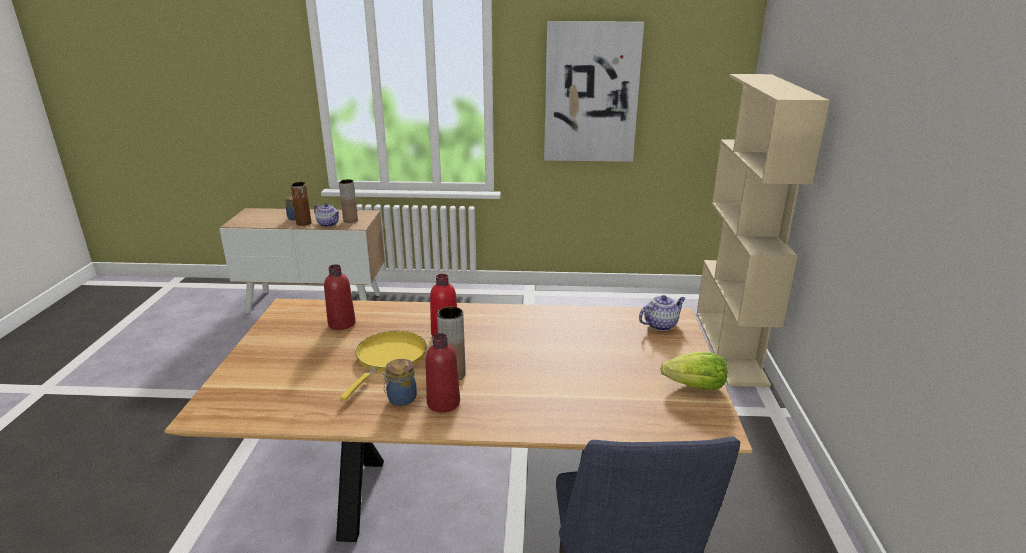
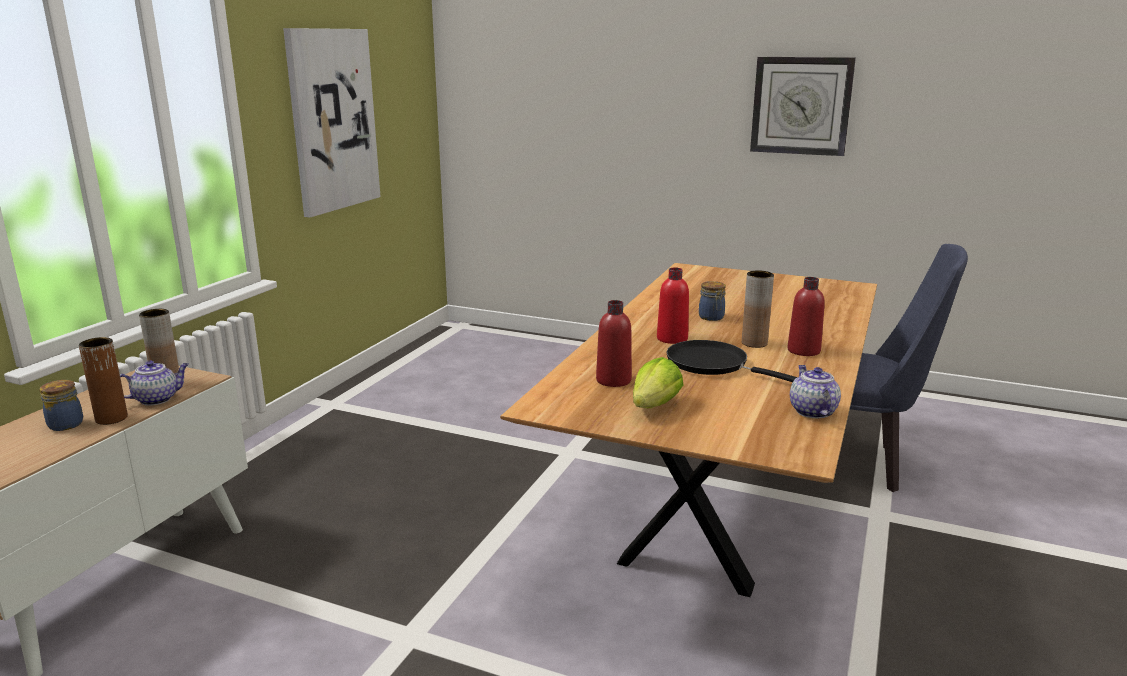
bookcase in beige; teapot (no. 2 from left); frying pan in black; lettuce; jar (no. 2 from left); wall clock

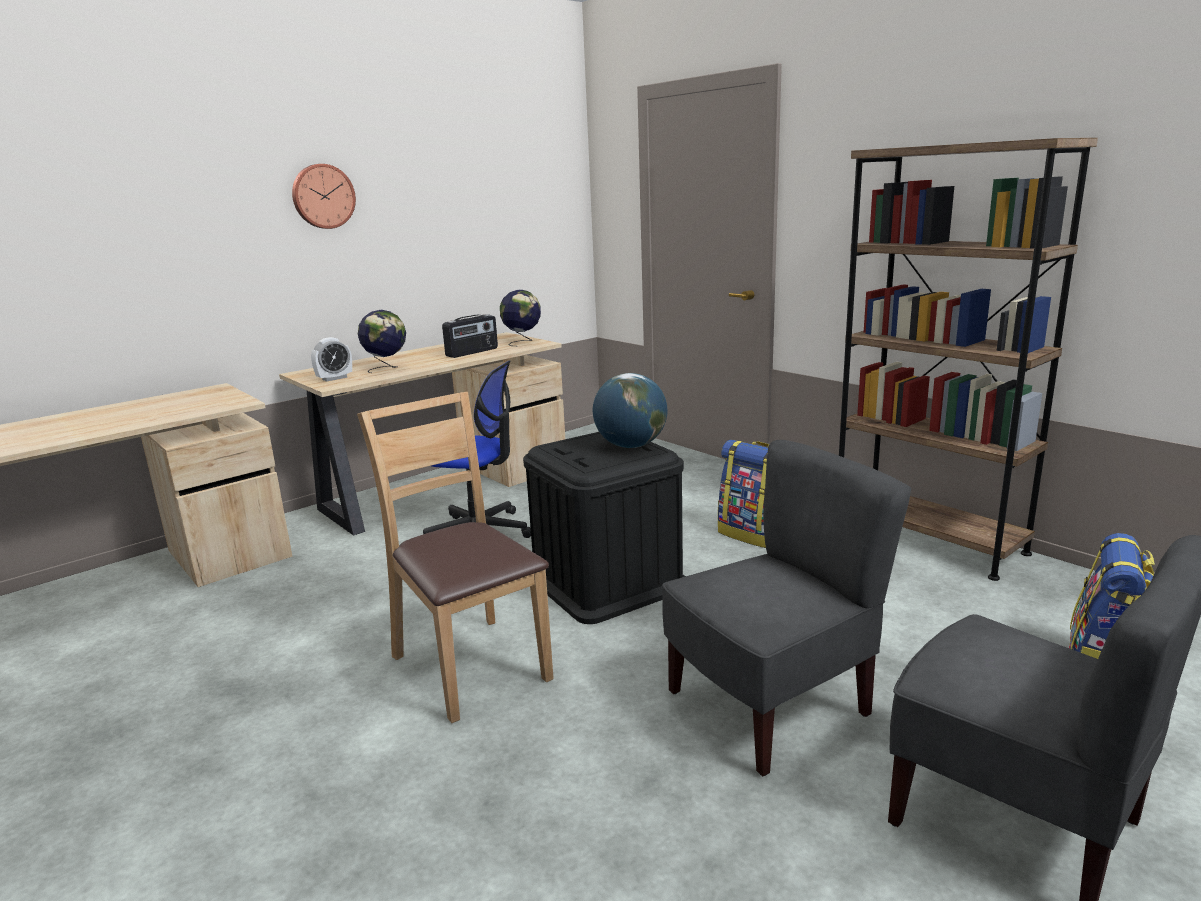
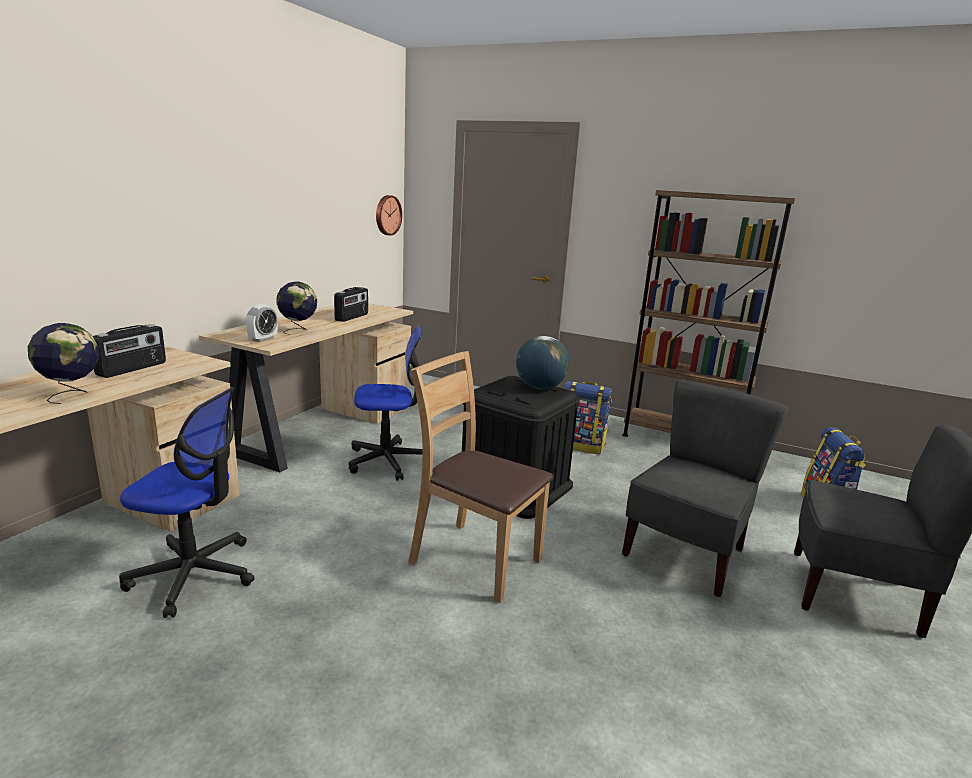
wall clock; globe (no. 1 from left); radio (no. 1 from left); office chair (no. 1 from left)

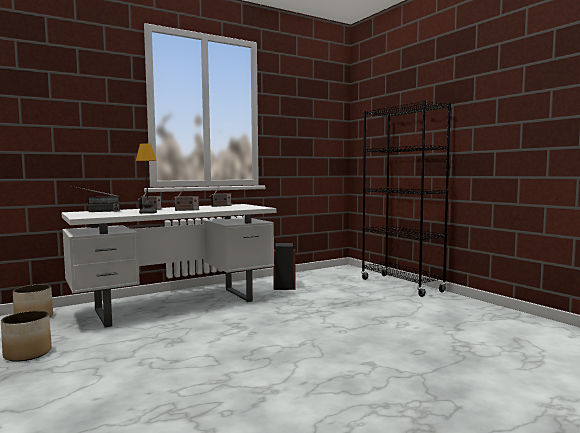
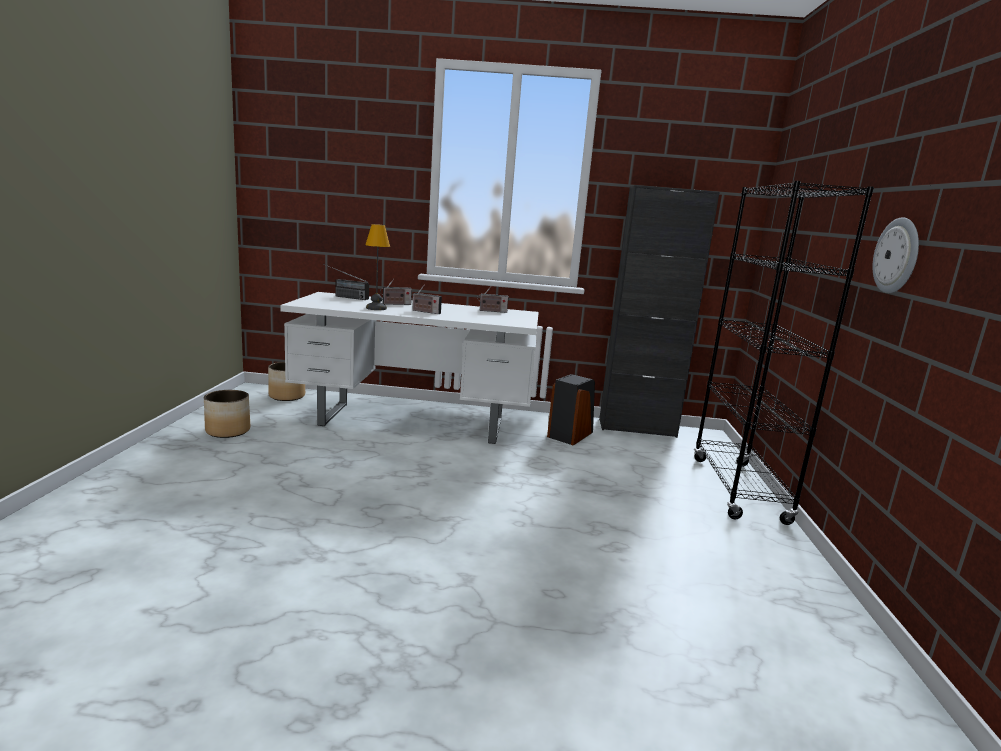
cabinet in black; wall clock

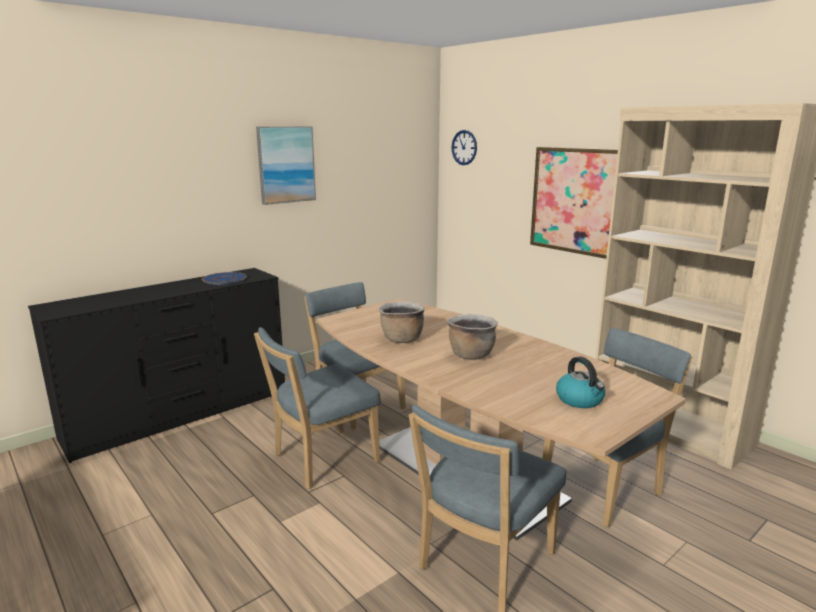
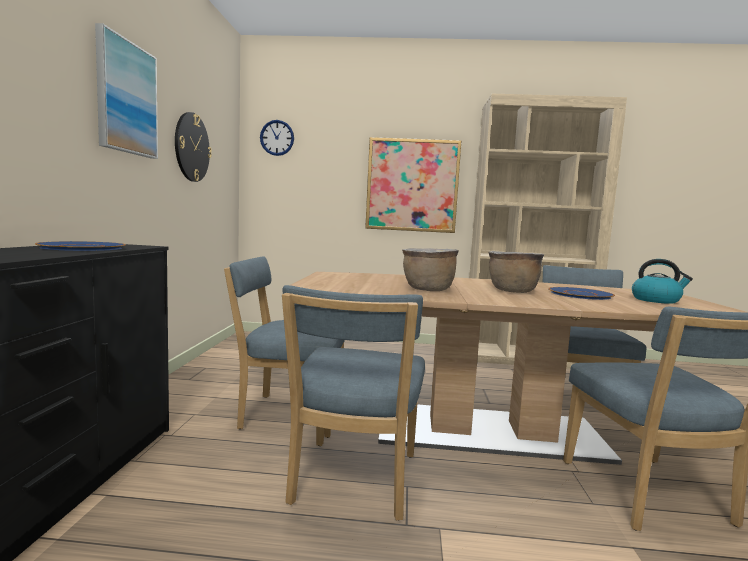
wall clock (no. 1 from left); plate in blue (no. 2 from left)

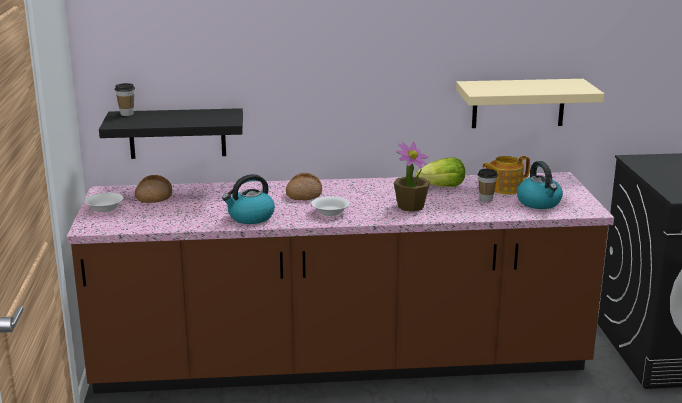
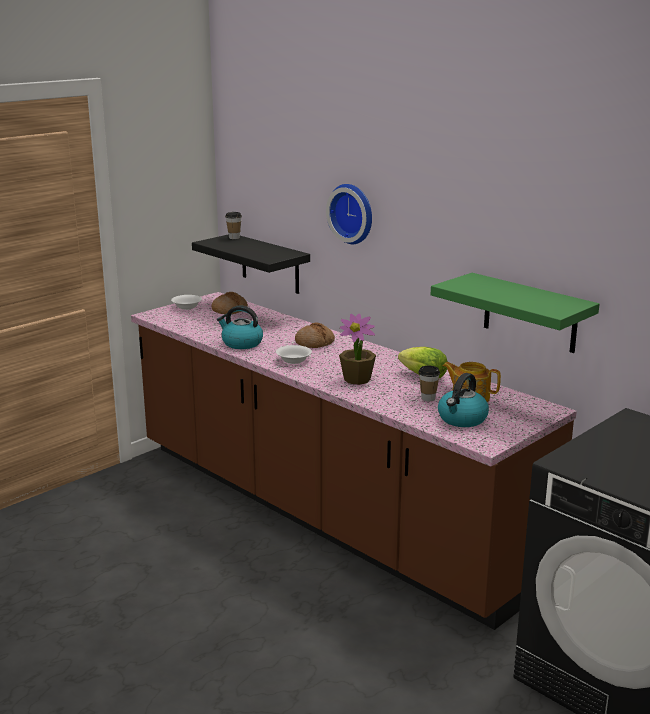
shelf in green; wall clock

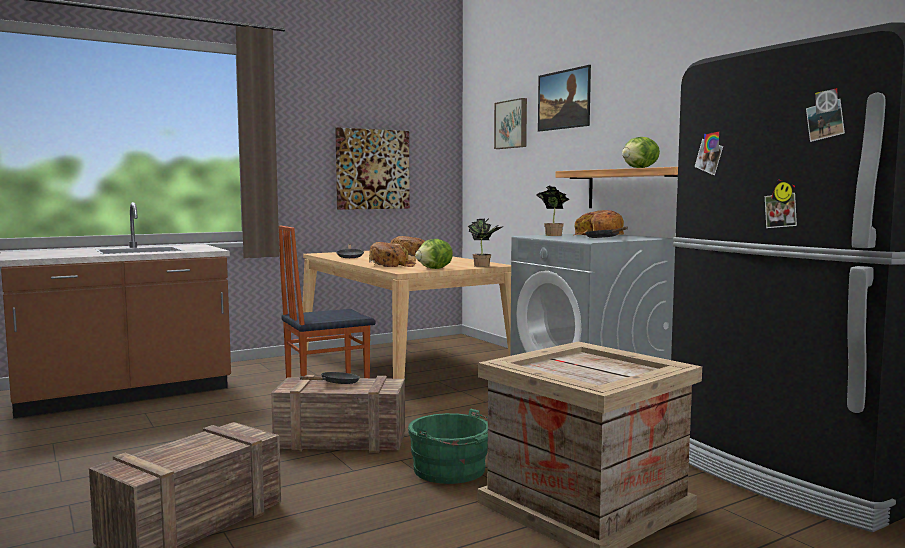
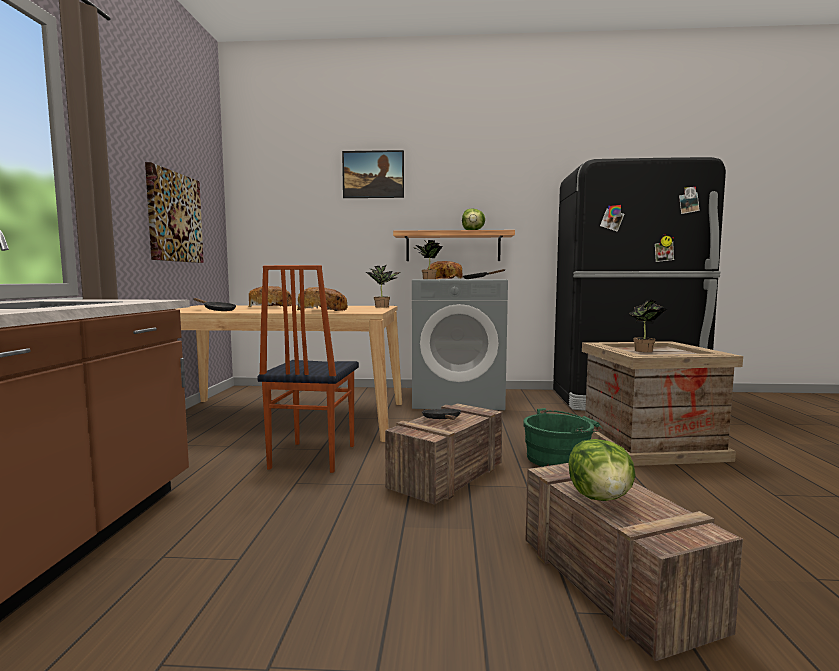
picture (no. 2 from left in the first image); lettuce (no. 2 from left); potted plant (no. 3 from left)

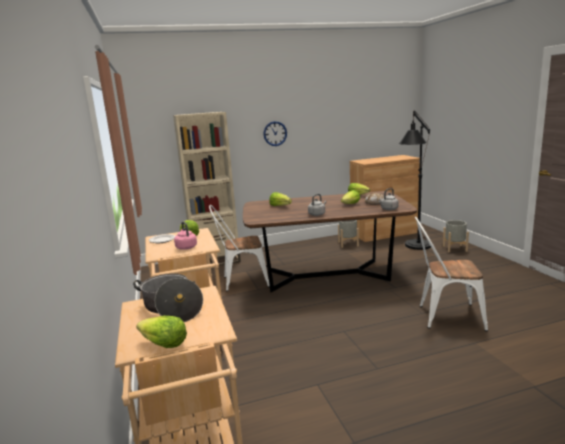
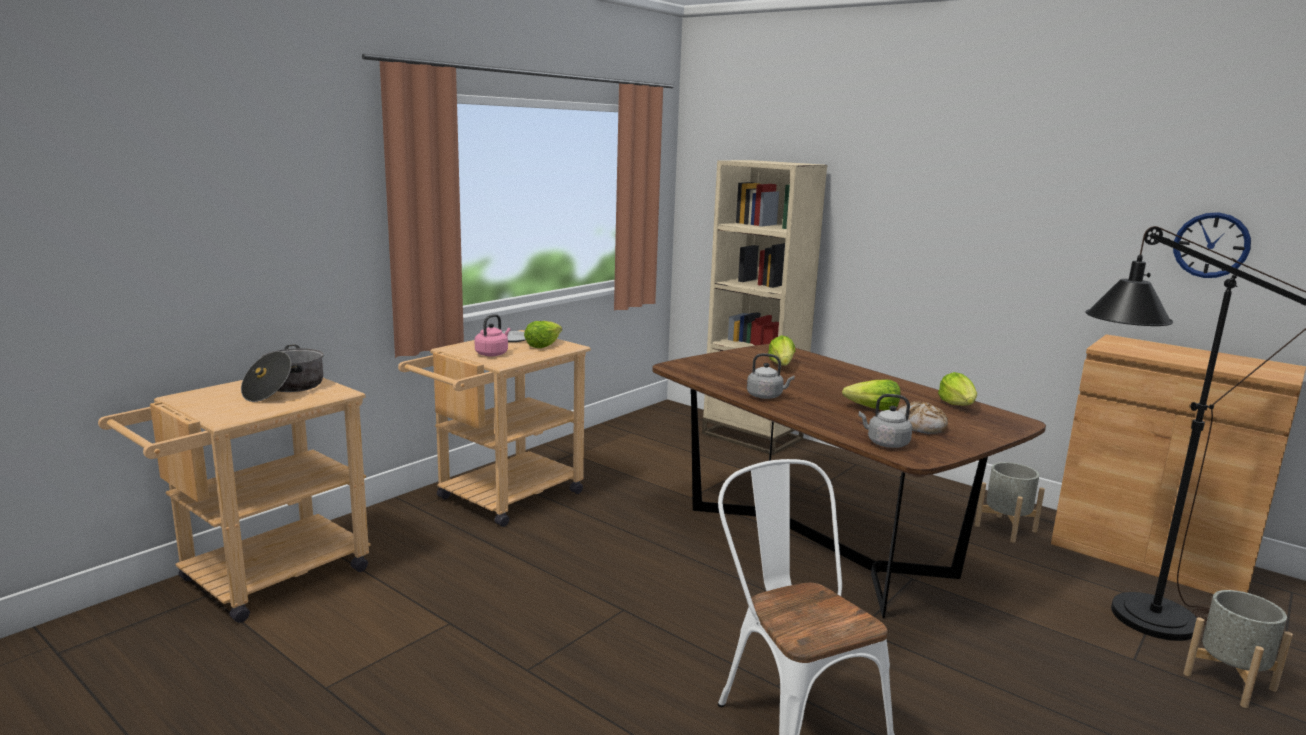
wall clock; chair in white (no. 1 from left in the first image); lettuce (no. 1 from left in the first image)

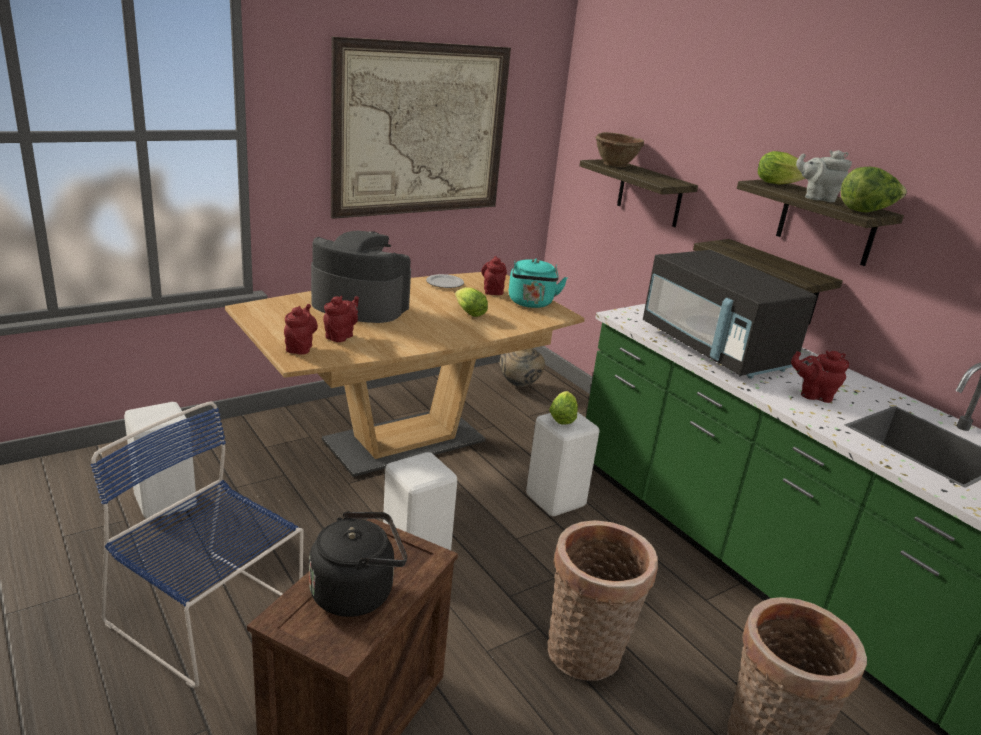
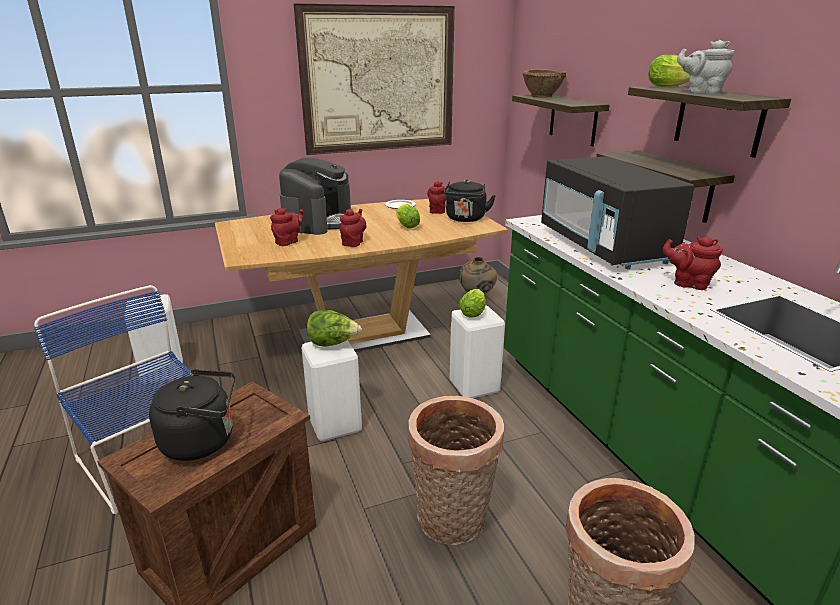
lettuce (no. 1 from left); coffee machine; kettle in black (no. 2 from left); teapot in red (no. 2 from left)

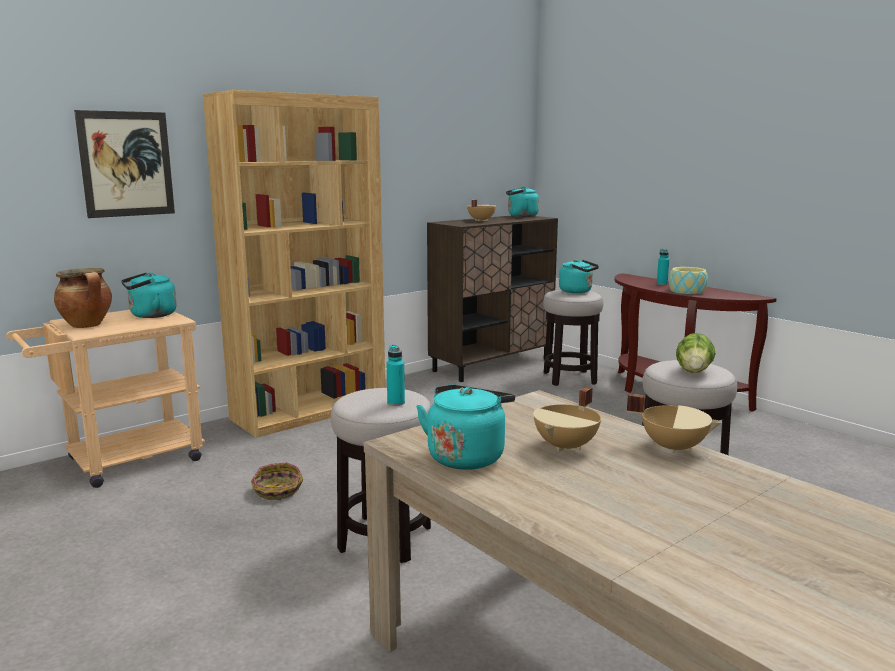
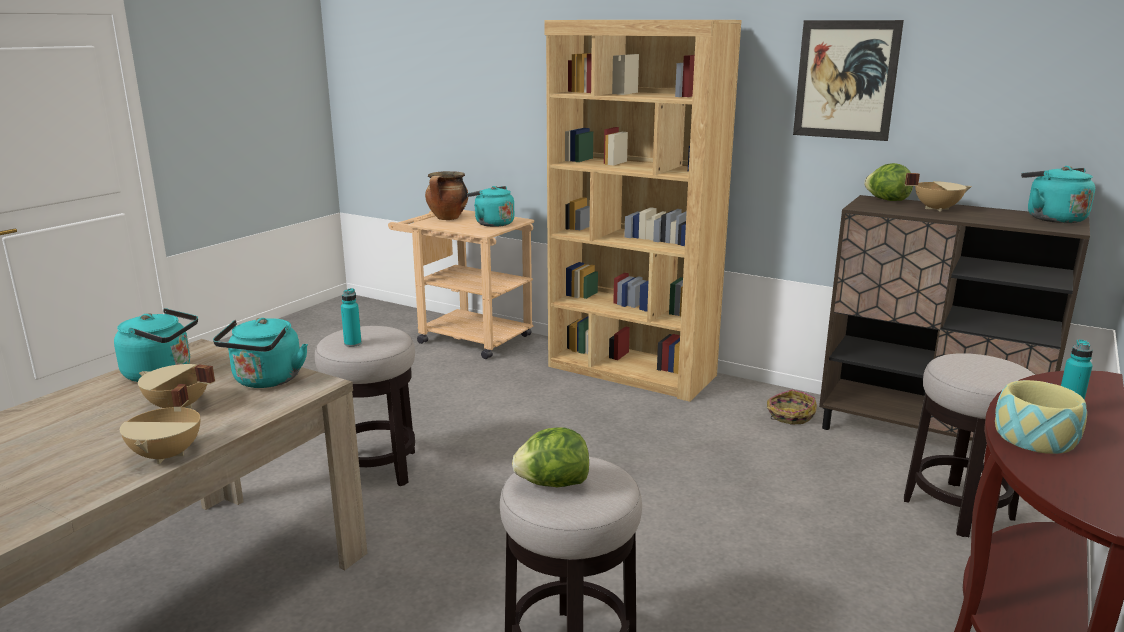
picture; kettle in turquoise (no. 2 from left); basket; lettuce (no. 2 from left)

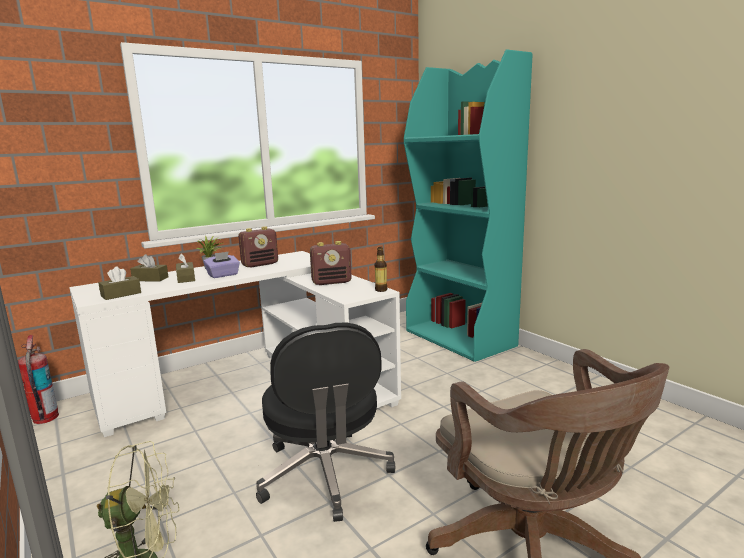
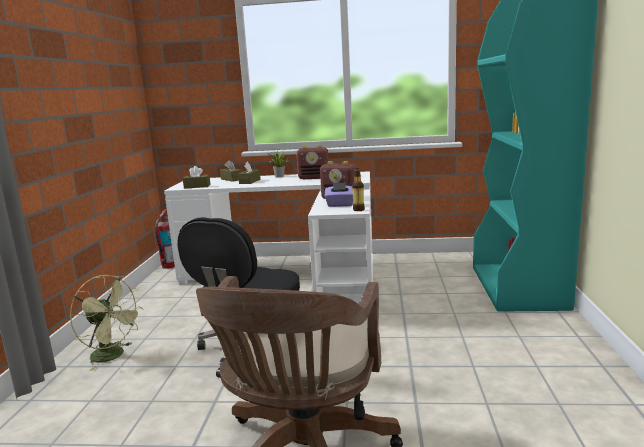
tissue box in purple

